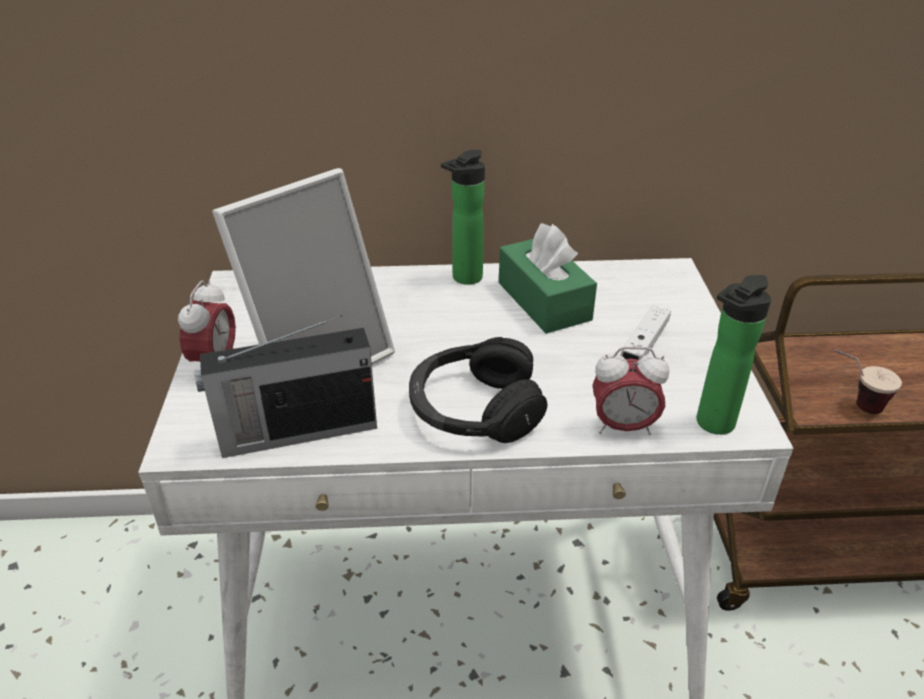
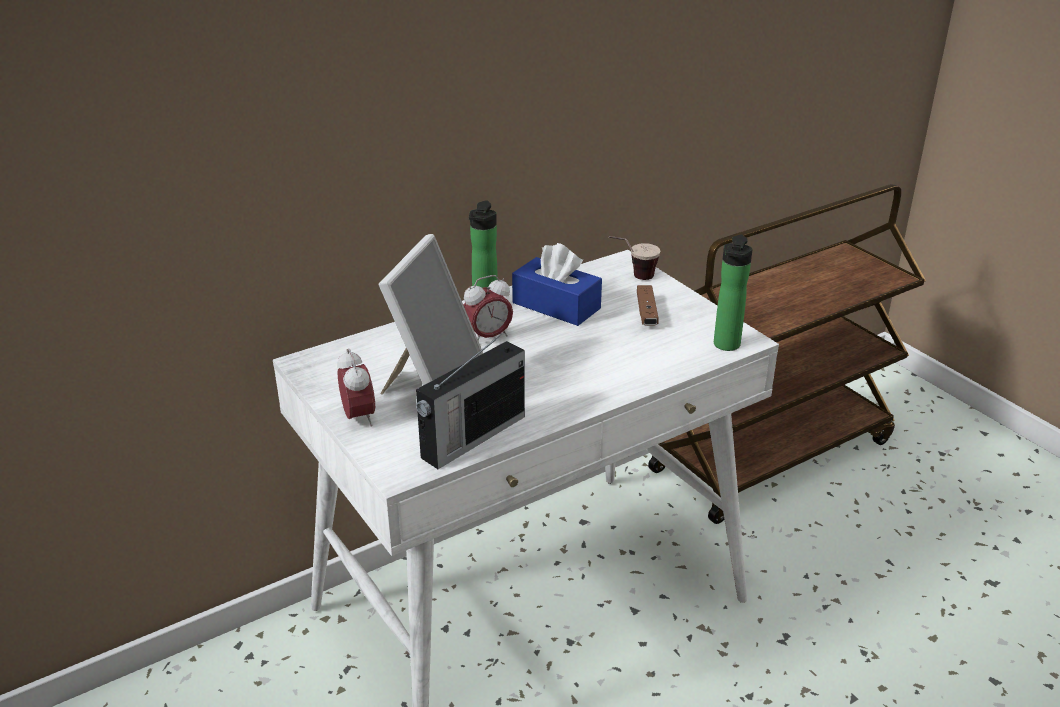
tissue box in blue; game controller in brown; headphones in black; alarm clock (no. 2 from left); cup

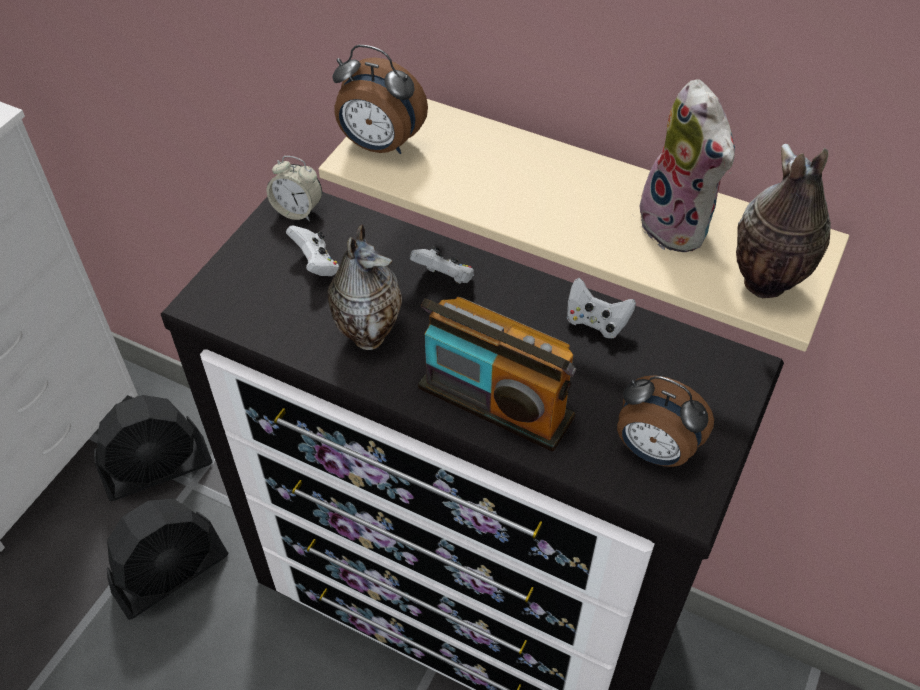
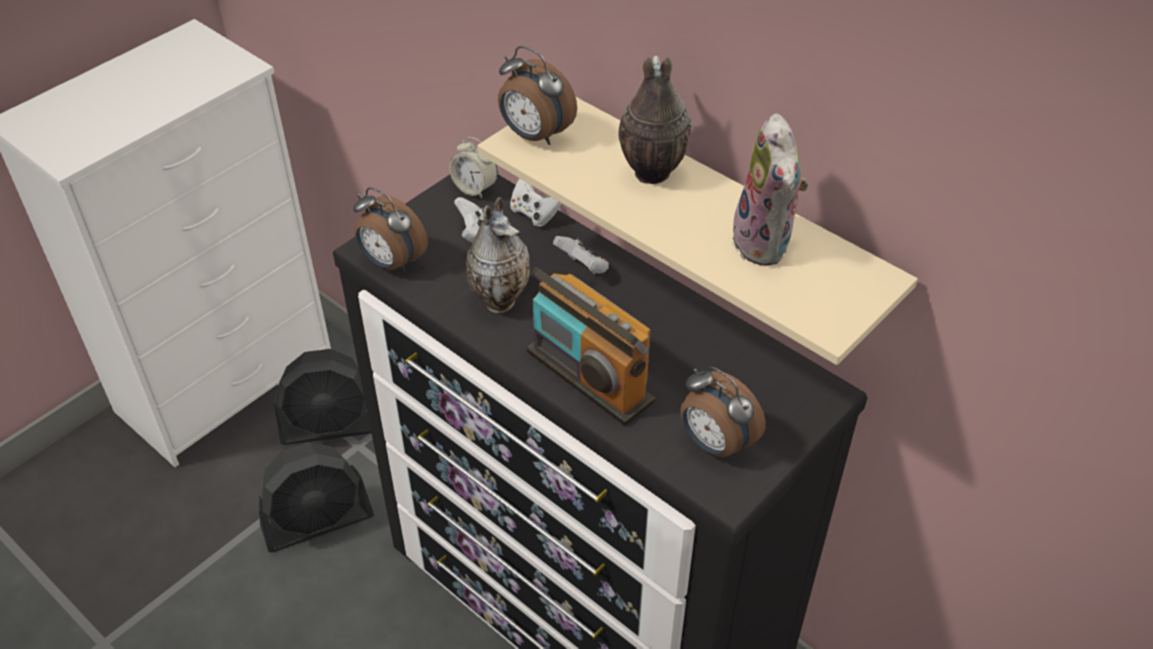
vase (no. 2 from left); game controller in white (no. 2 from left); alarm clock (no. 1 from left)

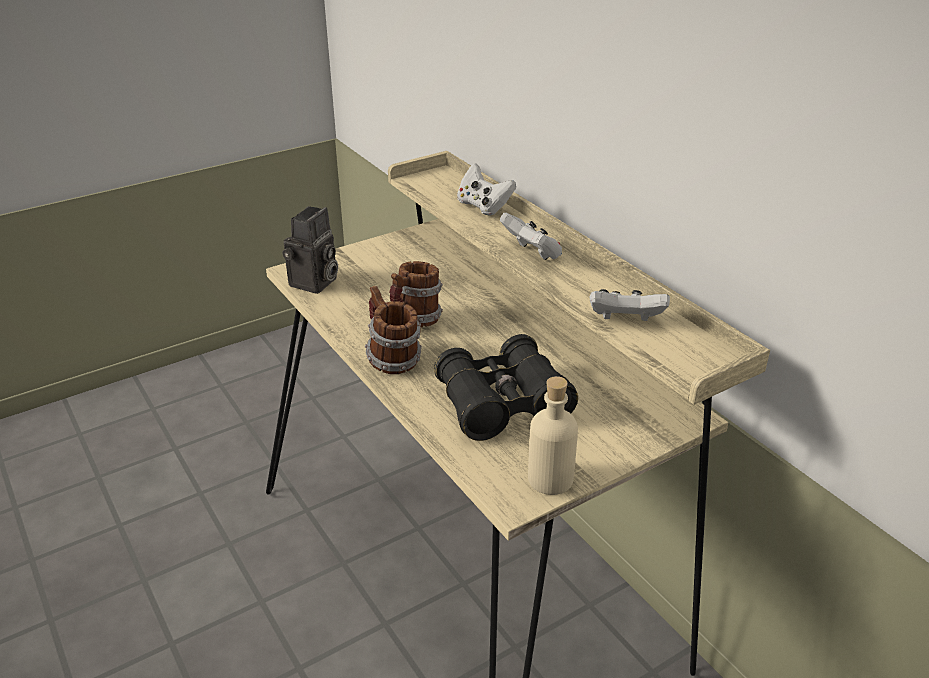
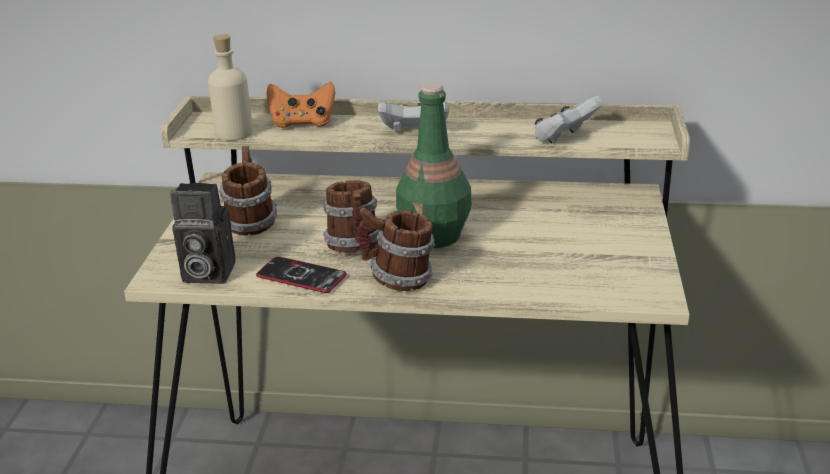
game controller in orange; photo camera; binoculars in black; bottle in beige; bottle in green; mug (no. 1 from left); phone

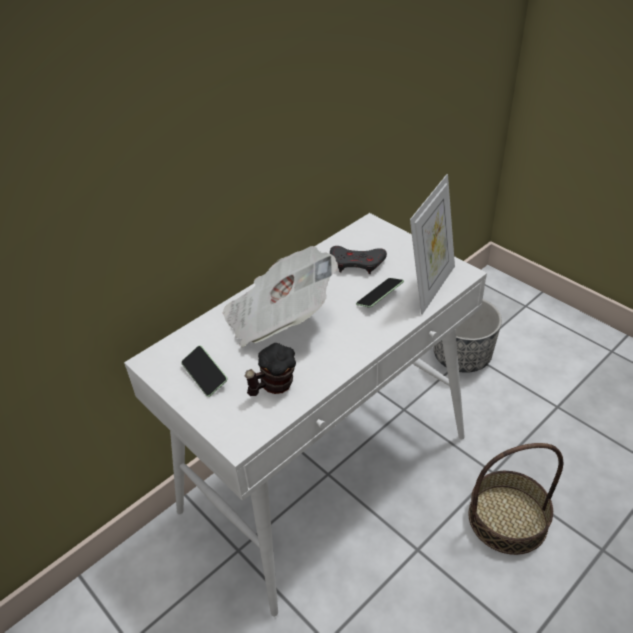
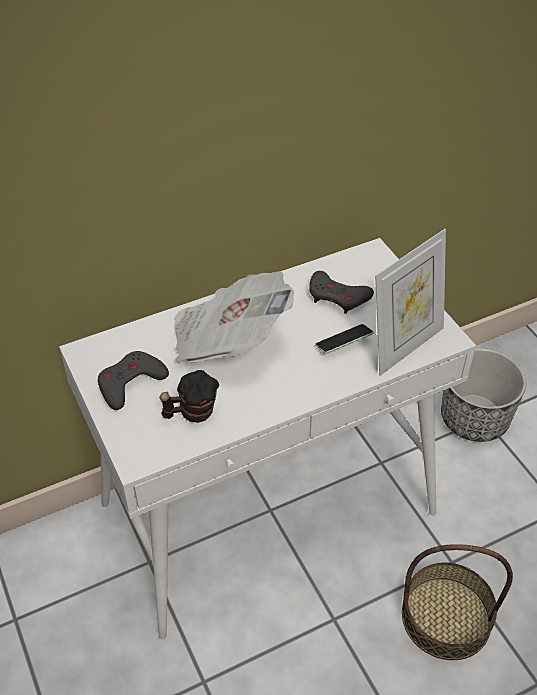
game controller in grey (no. 1 from left)

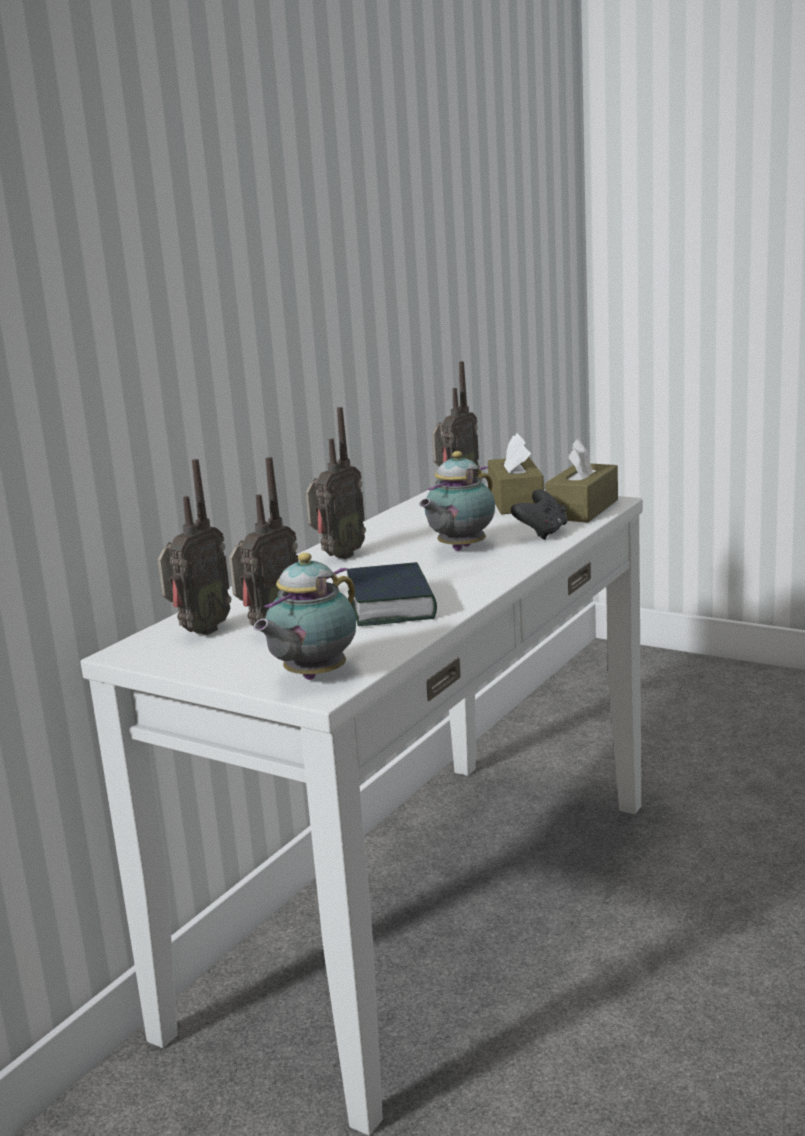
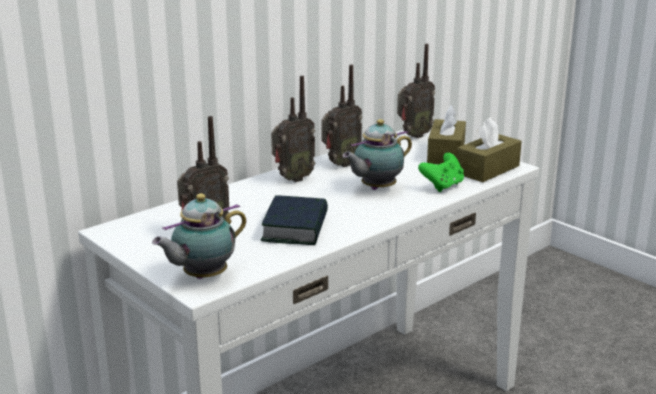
radio (no. 3 from left); game controller in green

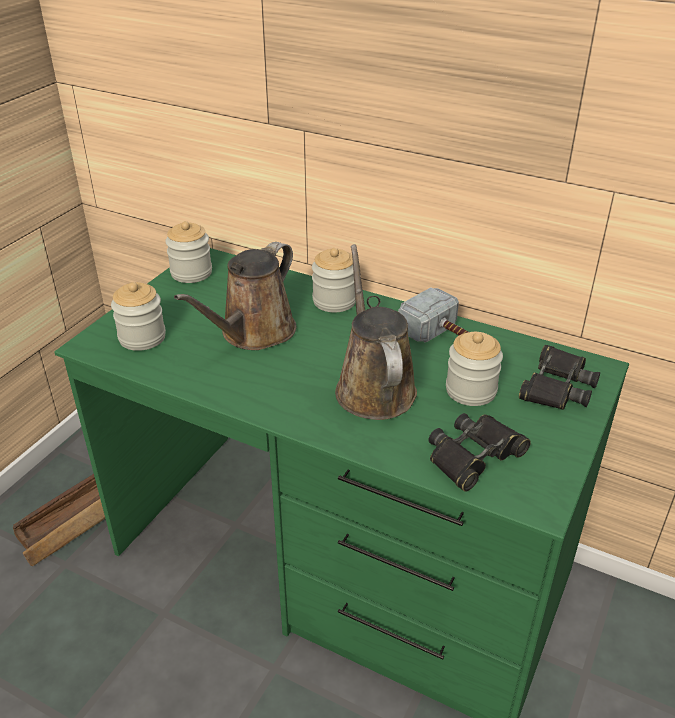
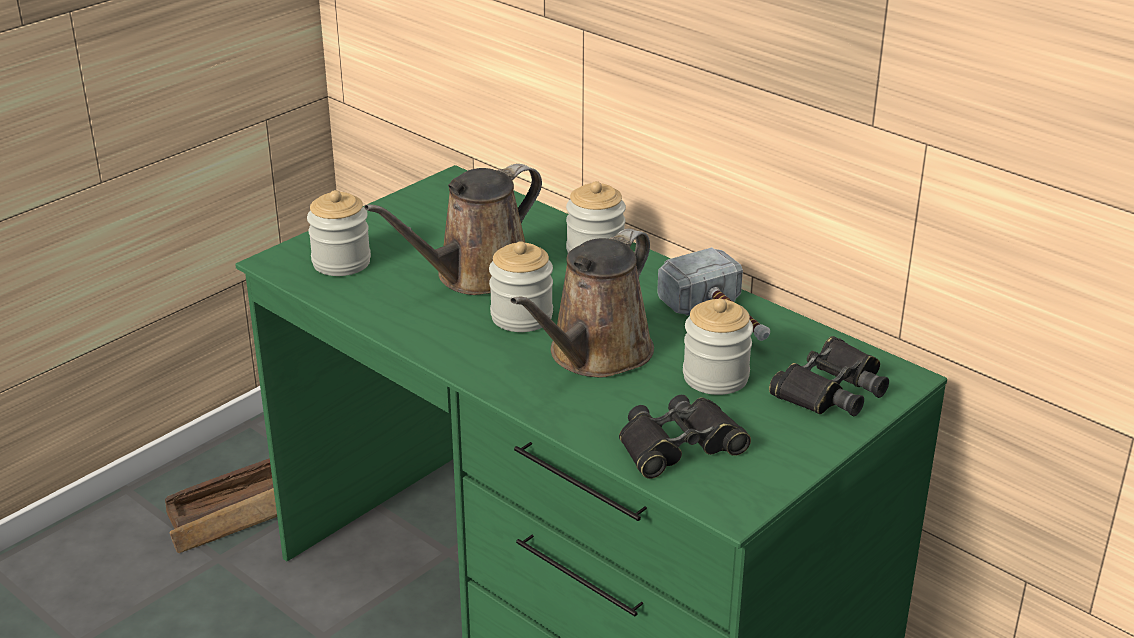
jar (no. 2 from left); watering can in brown (no. 2 from left)

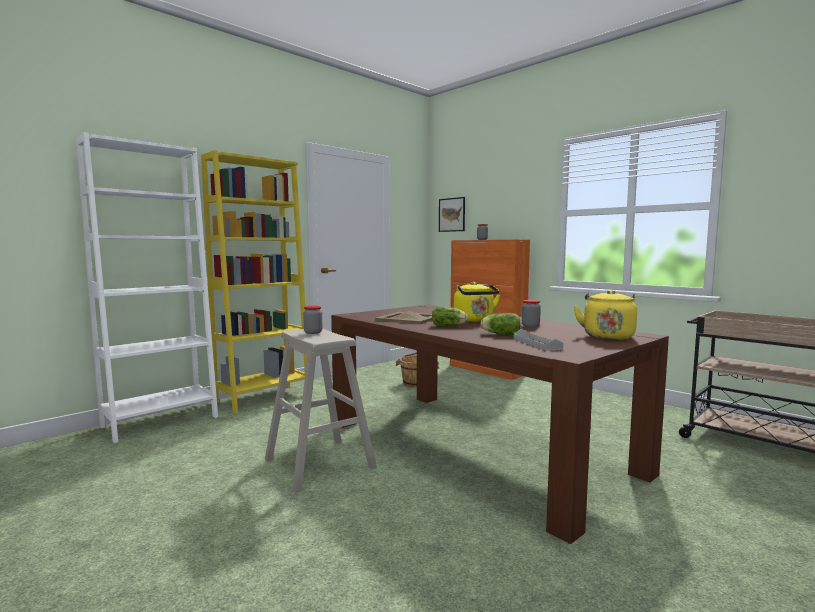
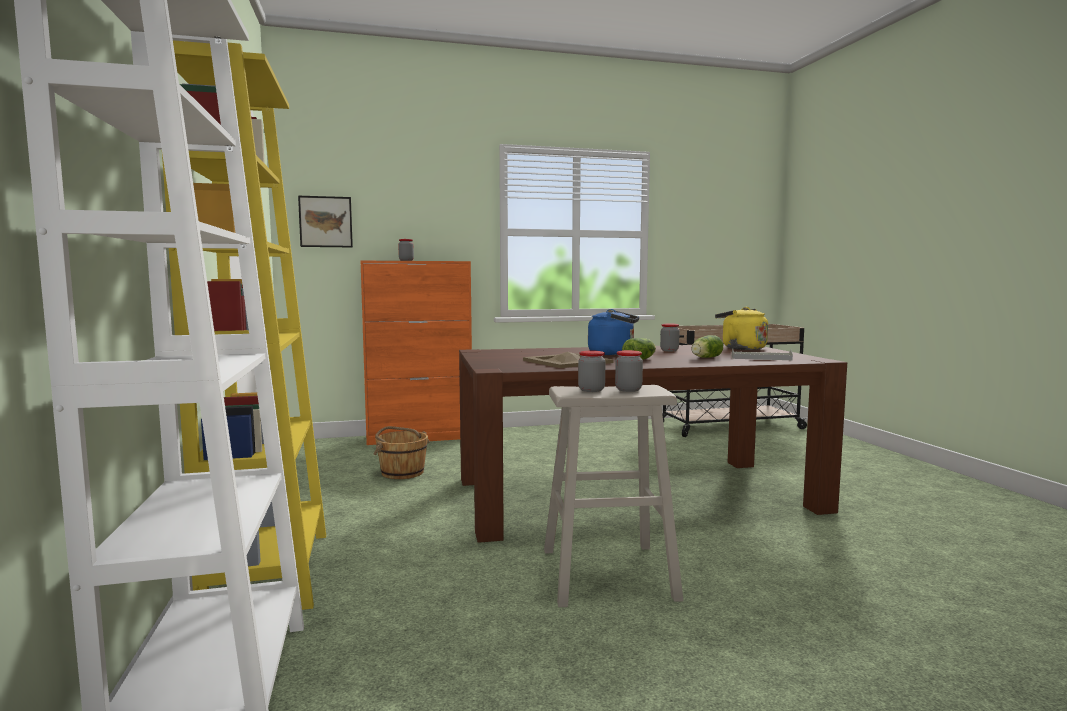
kettle in blue; jar (no. 3 from left)

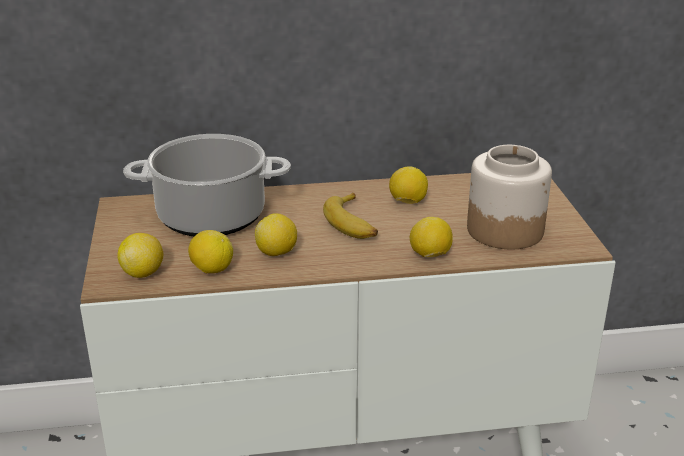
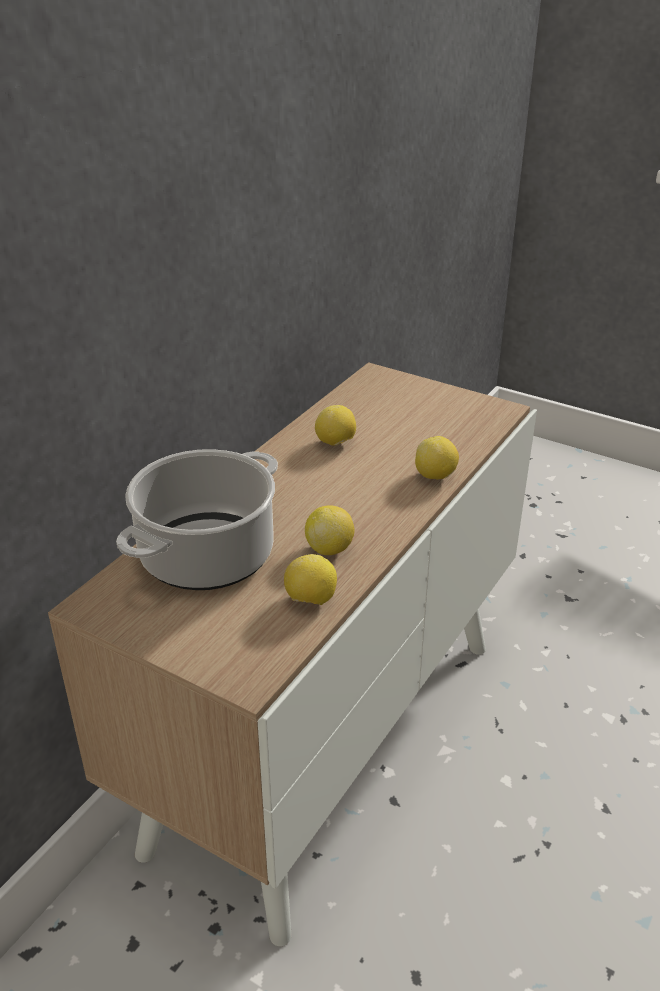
jar; banana; lemon (no. 1 from left in the first image)

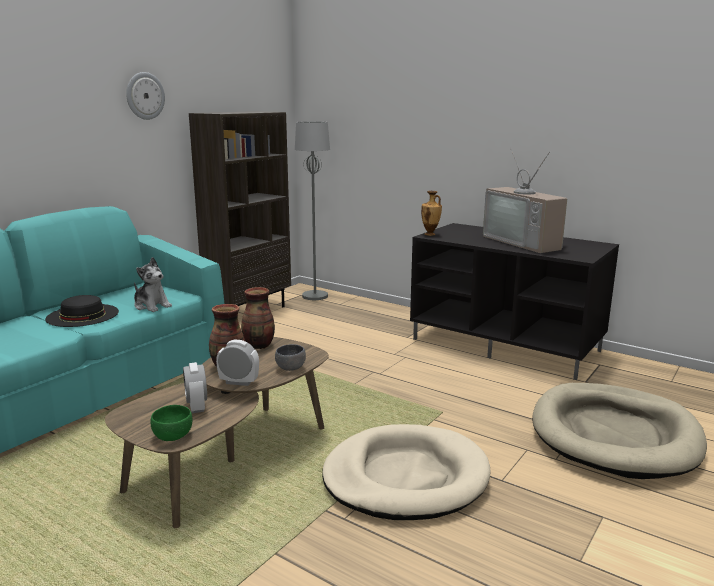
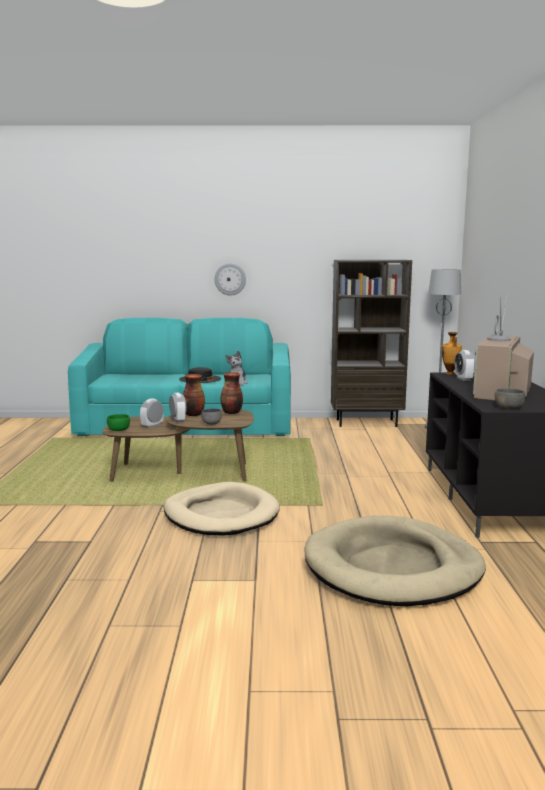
wall clock; alarm clock (no. 3 from left); bowl in grey (no. 2 from left)

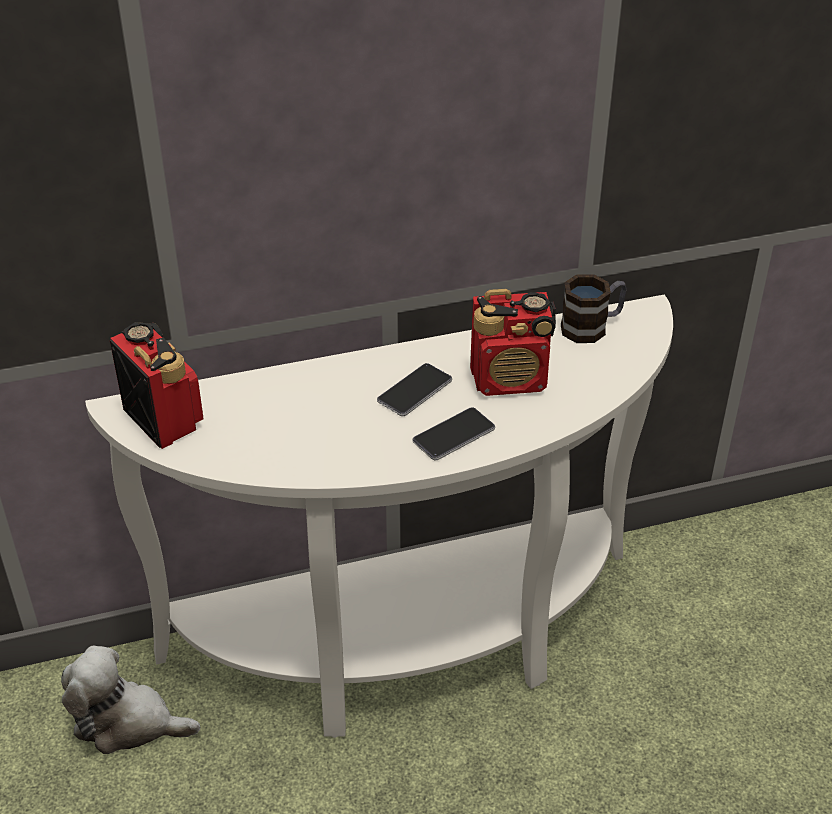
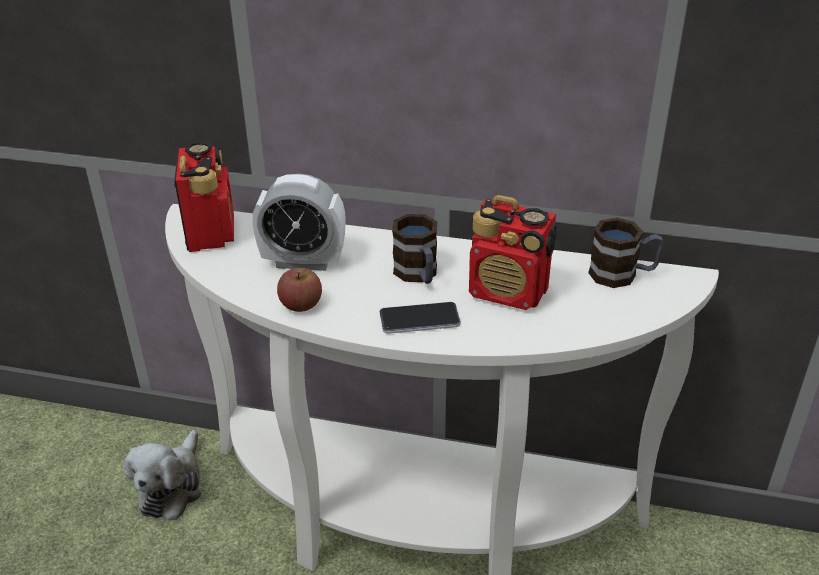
mug (no. 1 from left); plush toy; alarm clock; apple

